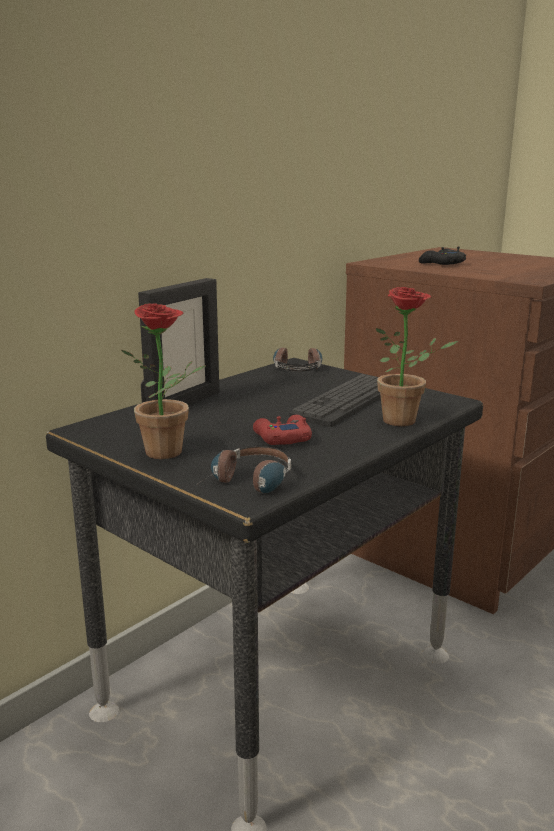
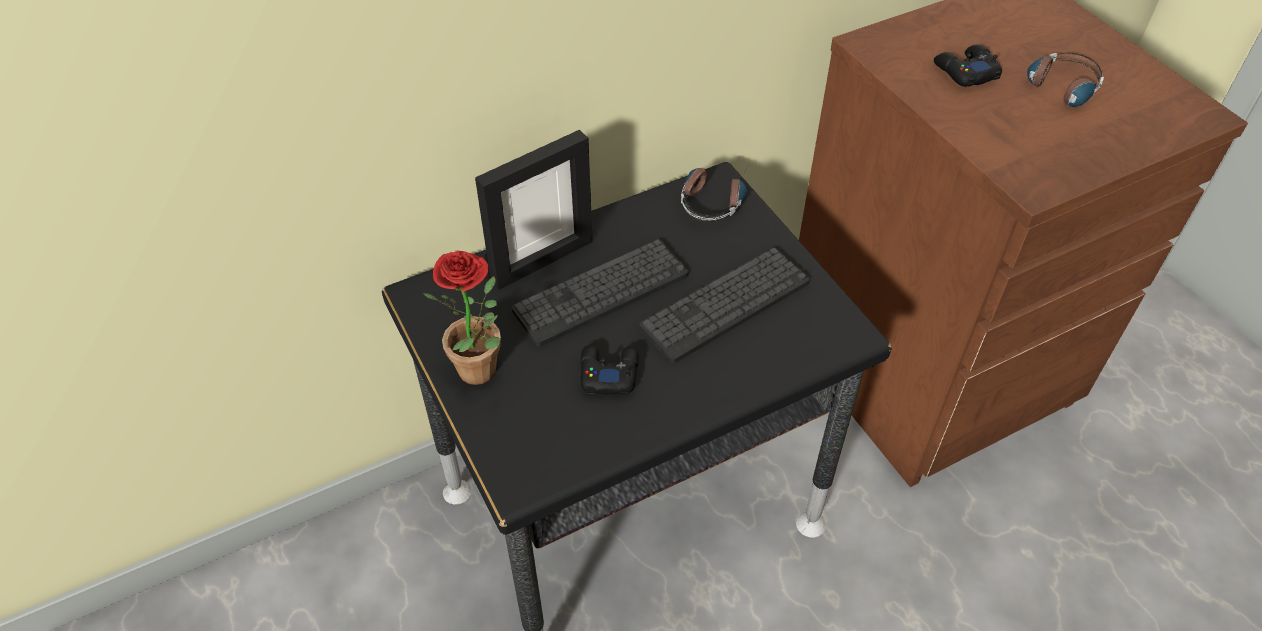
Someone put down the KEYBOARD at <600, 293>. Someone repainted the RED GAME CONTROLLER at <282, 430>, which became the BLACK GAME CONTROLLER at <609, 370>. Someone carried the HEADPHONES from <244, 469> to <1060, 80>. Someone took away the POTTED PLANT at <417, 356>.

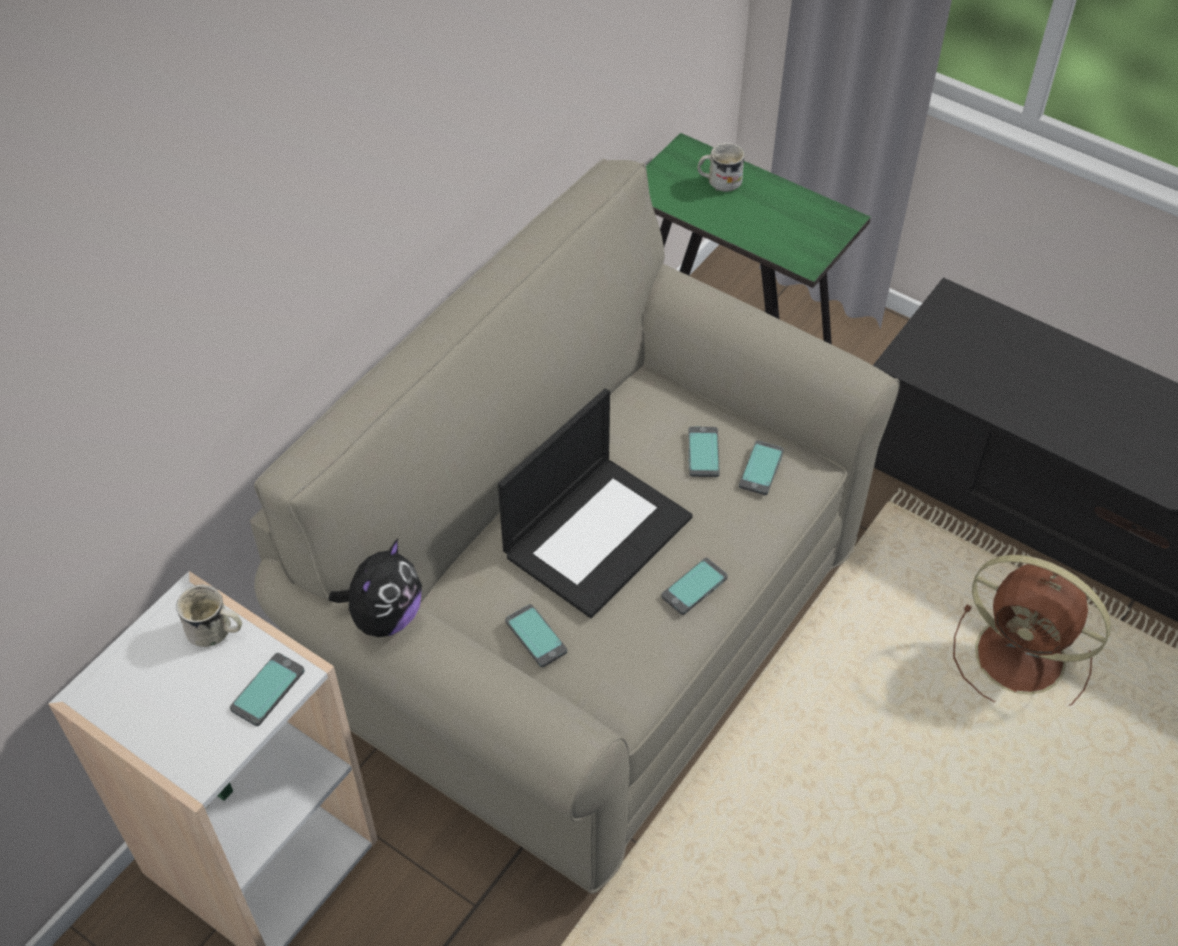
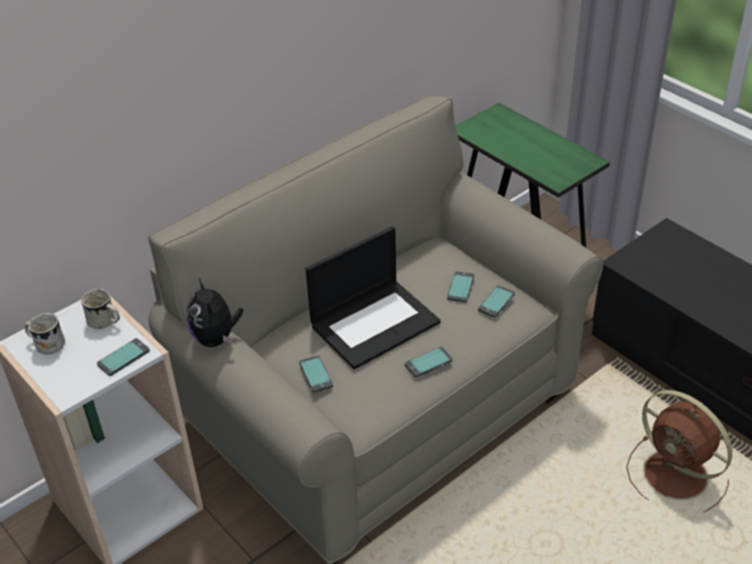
Someone carried the WHITE MUG from <721, 167> to <45, 333>. Someone rotated the PLUSH TOY at <375, 588> by 120 degrees clockwise.

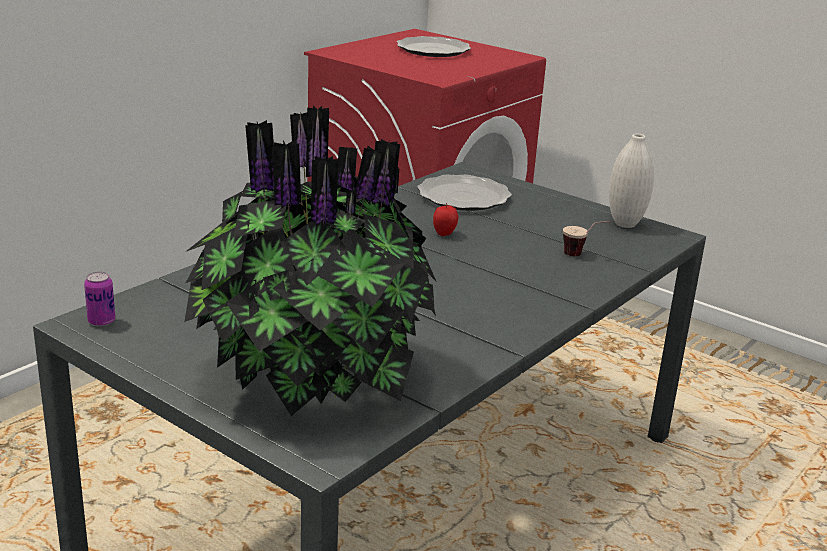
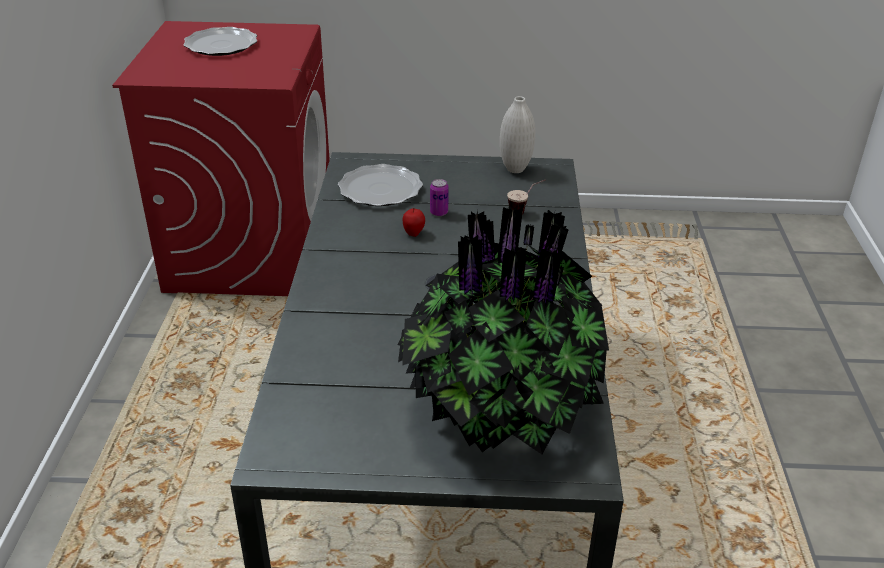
Someone carried the CAN from <99, 299> to <439, 197>.

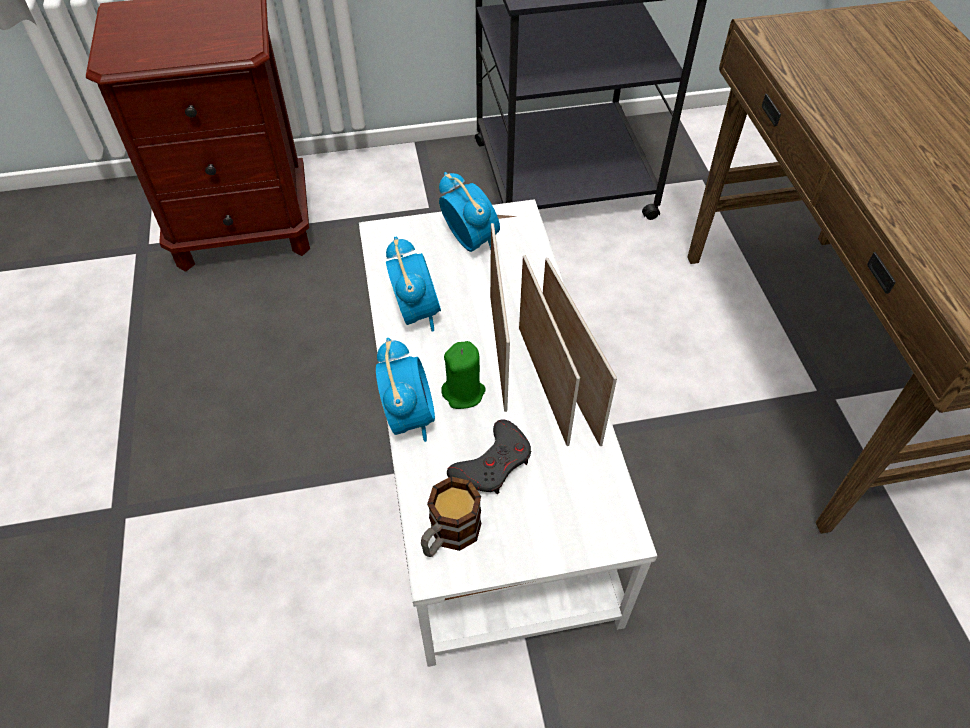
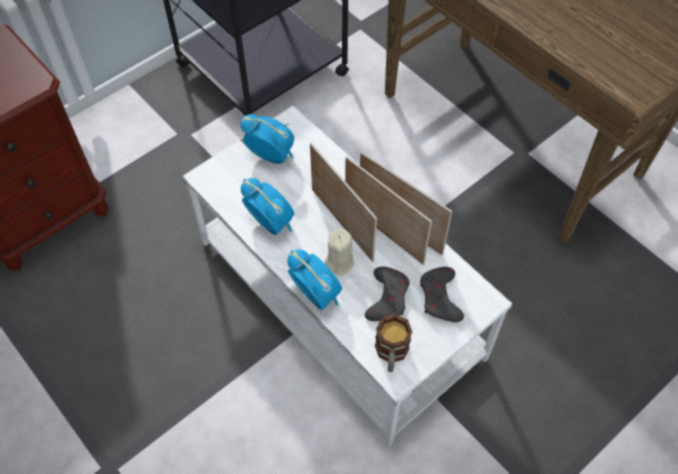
Someone repainted the GREEN CANDLE at <463, 375>, which became the BEIGE CANDLE at <339, 252>. Someone put down the GREY GAME CONTROLLER at <442, 294>.

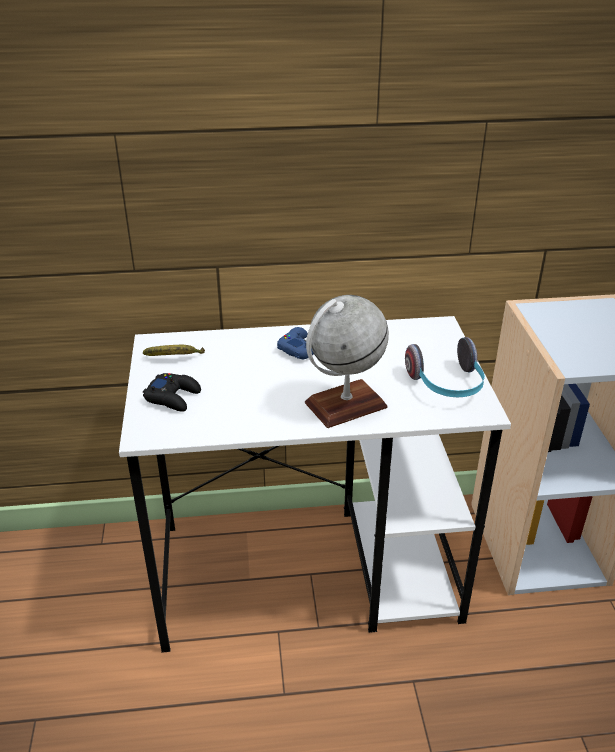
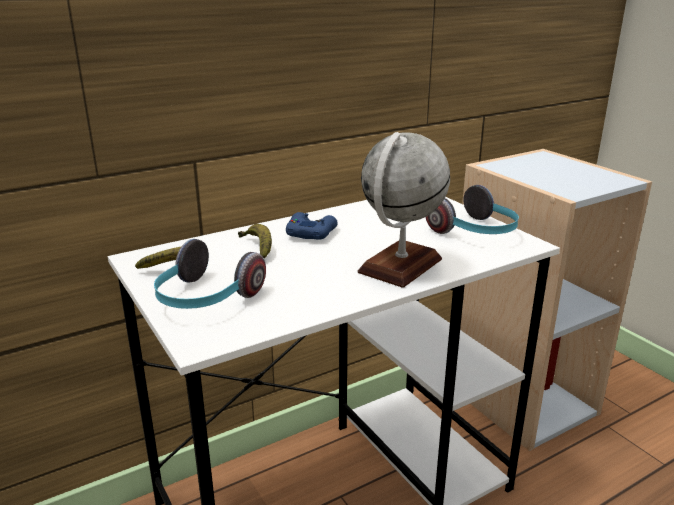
Someone swapped the BLACK GAME CONTROLLER at <172, 392> for the HEADPHONES at <210, 274>. Someone put down the BANANA at <255, 241>.

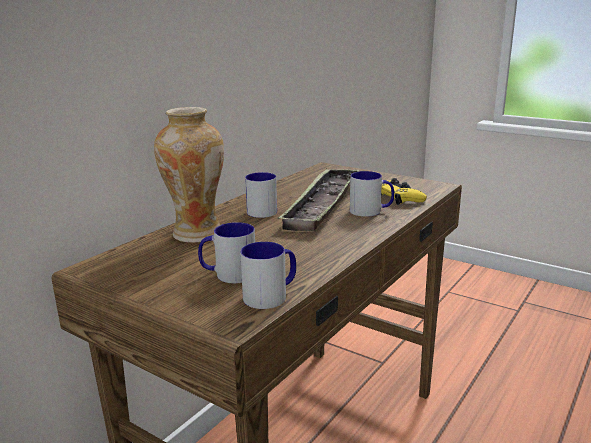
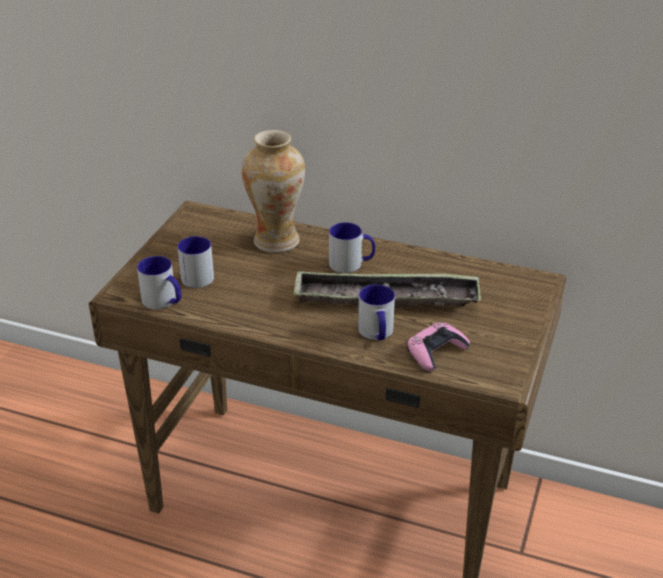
Someone repainted the YELLOW GAME CONTROLLER at <404, 191>, which became the PINK GAME CONTROLLER at <438, 346>.

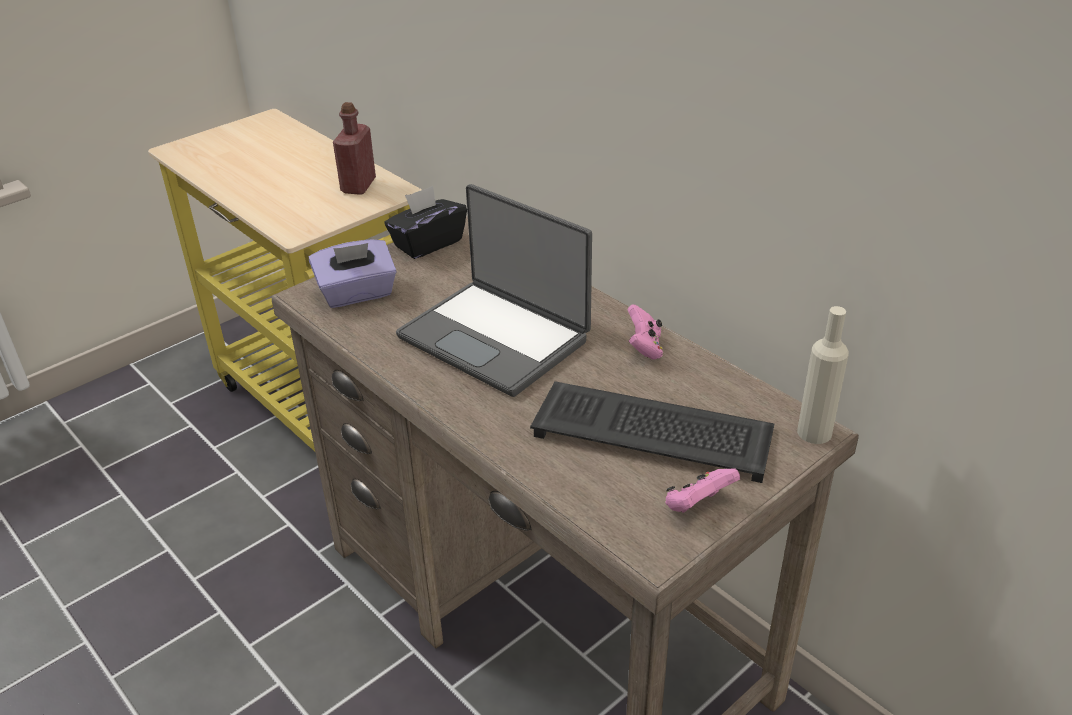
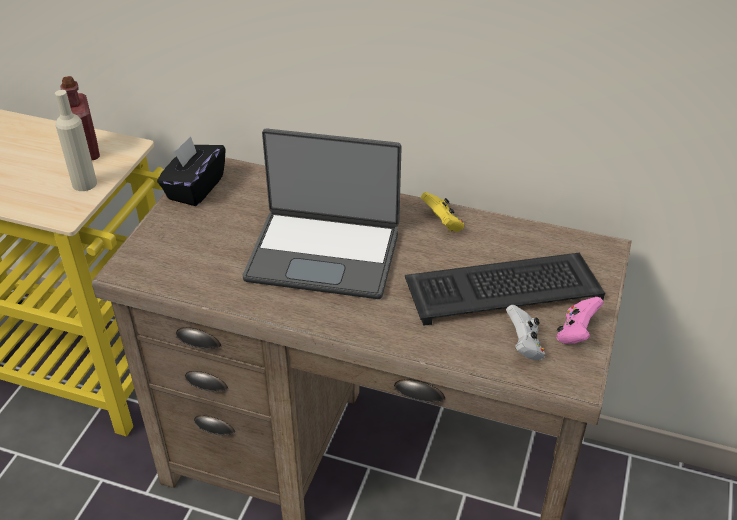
Someone carried the BEIGE BOTTLE from <823, 375> to <76, 140>. Someone repainted the PINK GAME CONTROLLER at <645, 332>, which became the YELLOW GAME CONTROLLER at <442, 212>. Someone put down the WHITE GAME CONTROLLER at <525, 332>. Someone took away the PURPLE TISSUE BOX at <353, 273>.

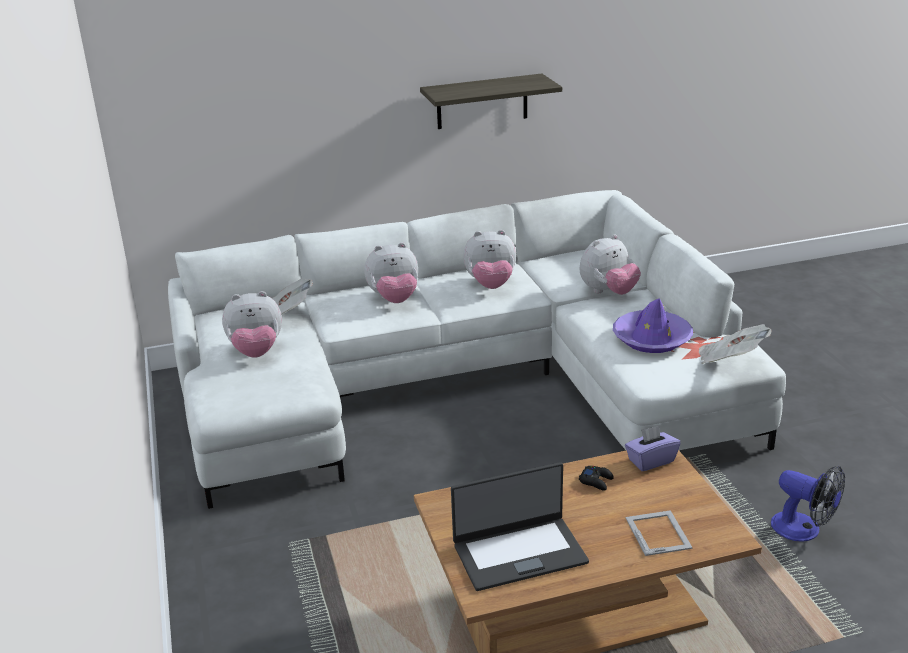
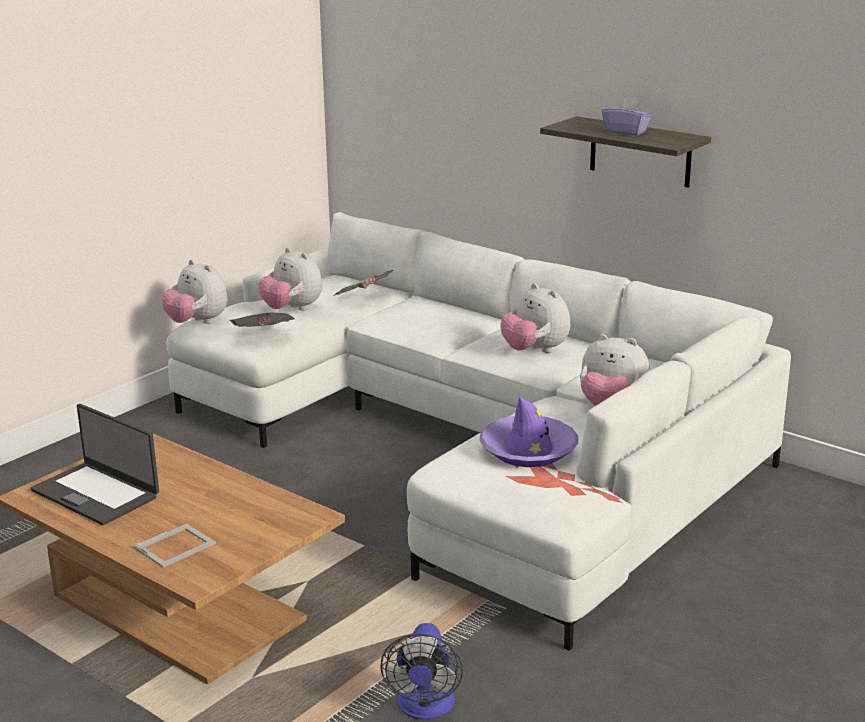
Someone carried the PLUSH TOY from <391, 272> to <194, 292>. Someone carried the NEWSPAPER from <735, 344> to <262, 320>. Someone carried the PURPLE TISSUE BOX from <653, 448> to <626, 116>. Someone took away the BLACK GAME CONTROLLER at <596, 478>.

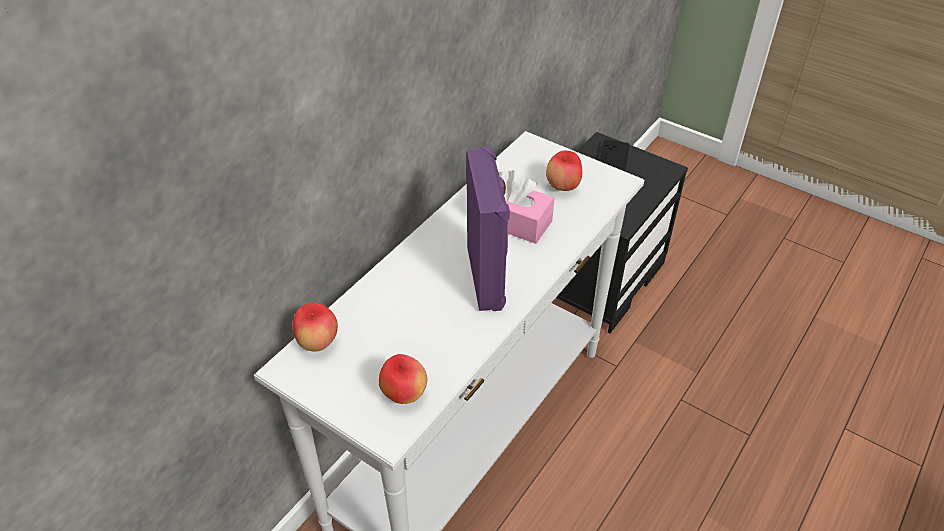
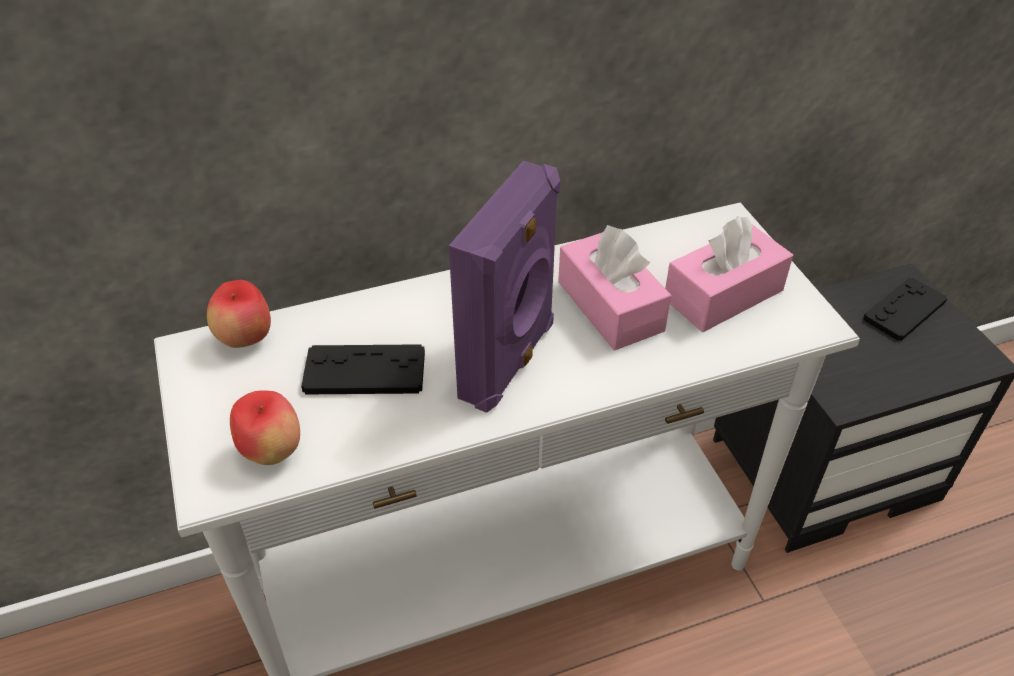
Someone put down the BLACK GAME CONTROLLER at <363, 369>. Someone swapped the APPLE at <564, 170> for the PINK TISSUE BOX at <729, 274>.

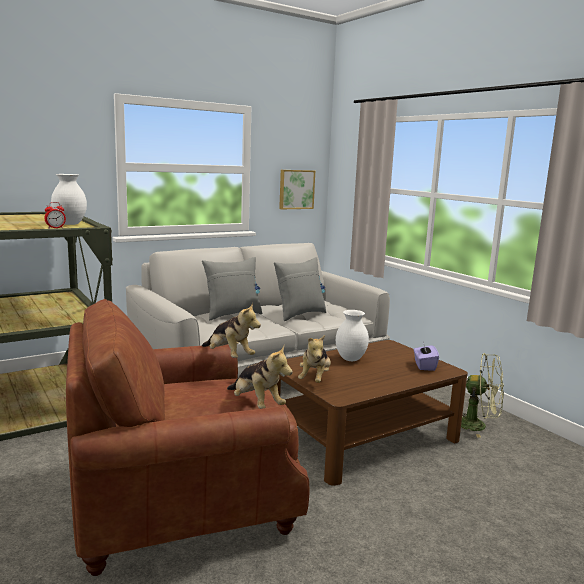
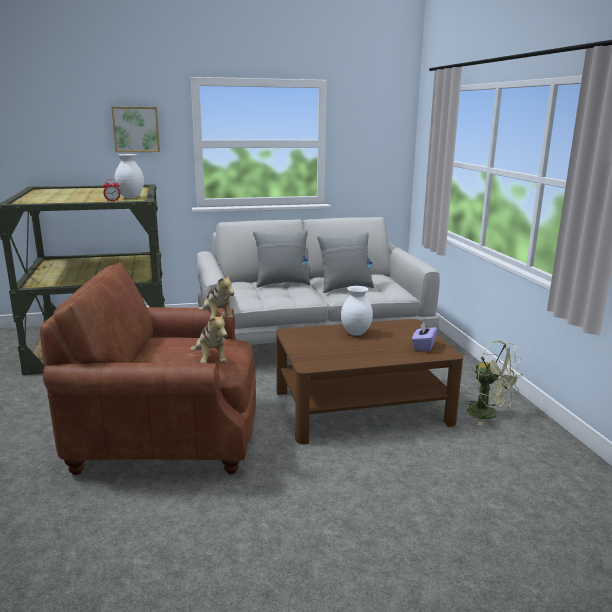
Someone carried the PICTURE from <297, 189> to <135, 129>. Someone took away the PLUSH TOY at <314, 359>.

